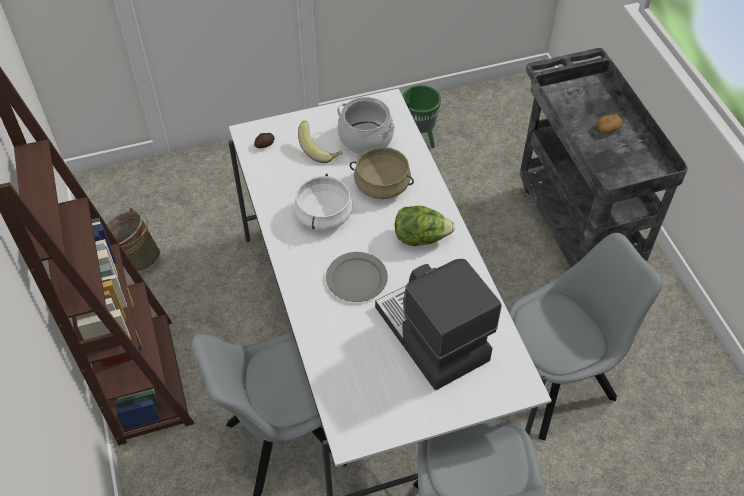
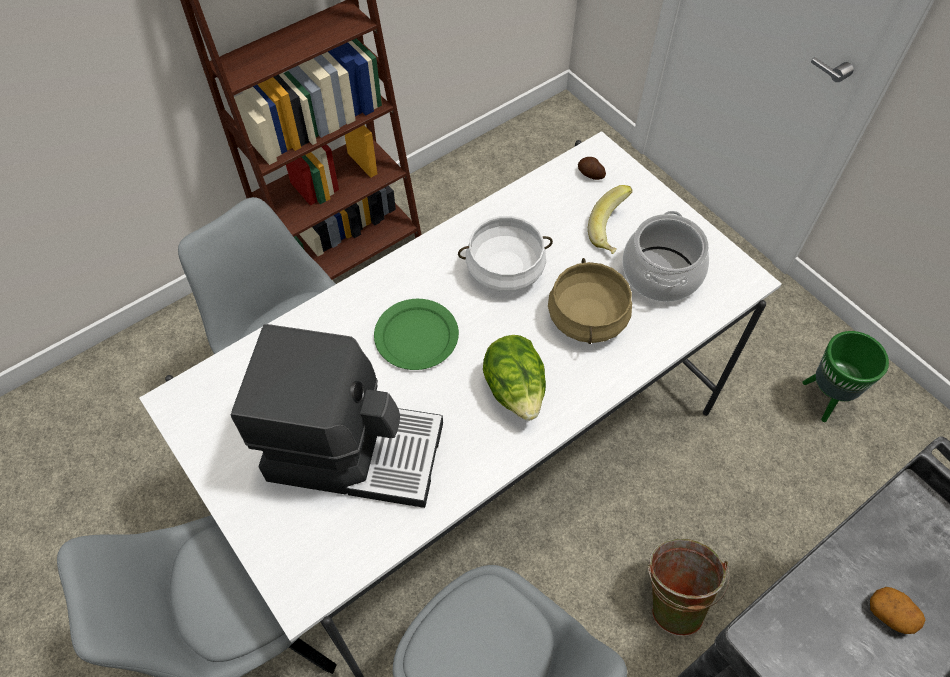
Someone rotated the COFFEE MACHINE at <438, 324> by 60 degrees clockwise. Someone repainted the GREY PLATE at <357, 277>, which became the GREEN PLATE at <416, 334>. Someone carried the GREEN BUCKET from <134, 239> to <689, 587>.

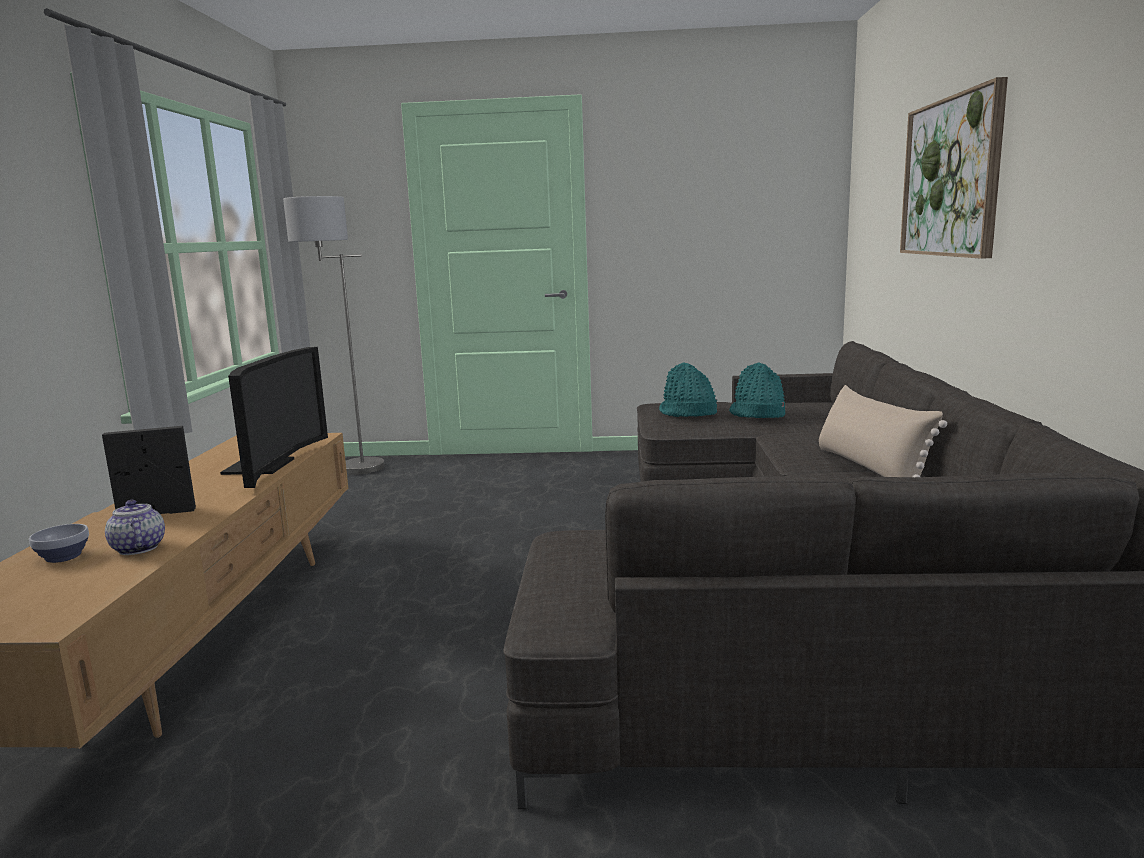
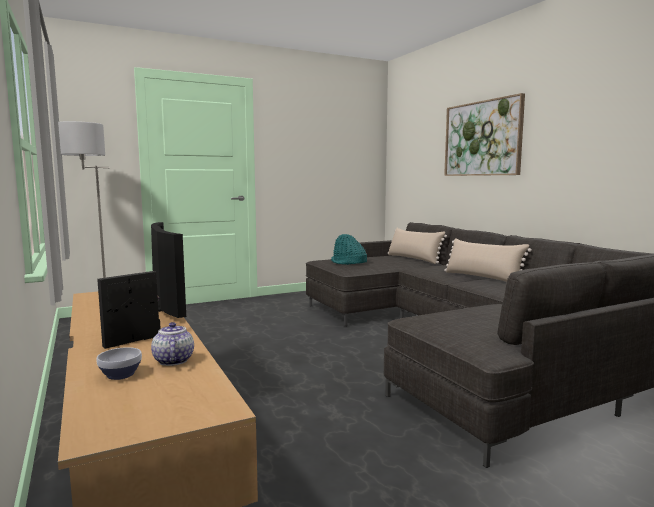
Someone rotated the TEAPOT at <135, 527> by 45 degrees clockwise. Someone put down the BEIGE PILLOW at <417, 246>. Someone took away the TURQUOISE HAT at <757, 390>.

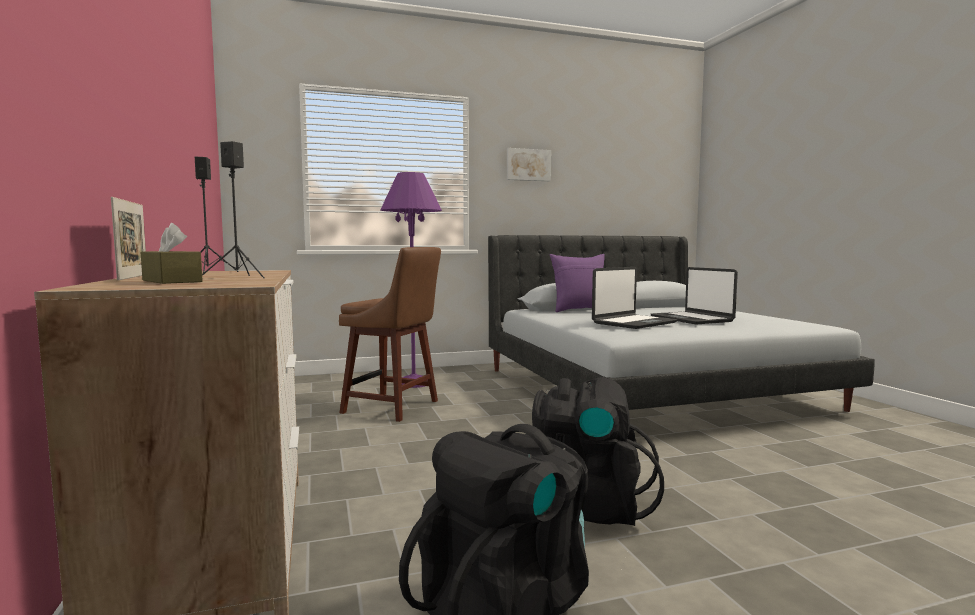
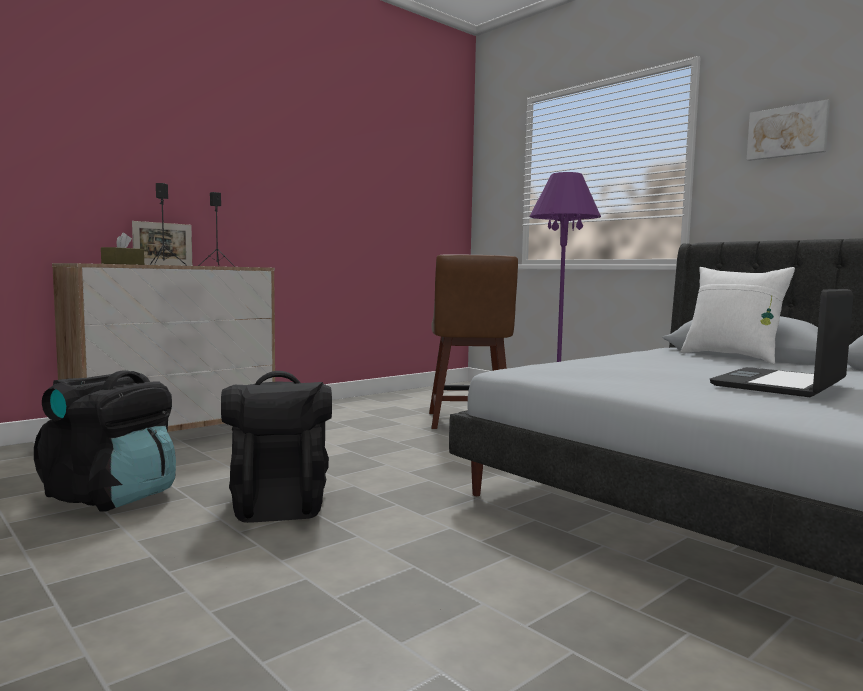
Someone repainted the PURPLE PILLOW at <577, 283>, which became the WHITE PILLOW at <738, 315>. Someone took away the LAPTOP at <635, 298>.

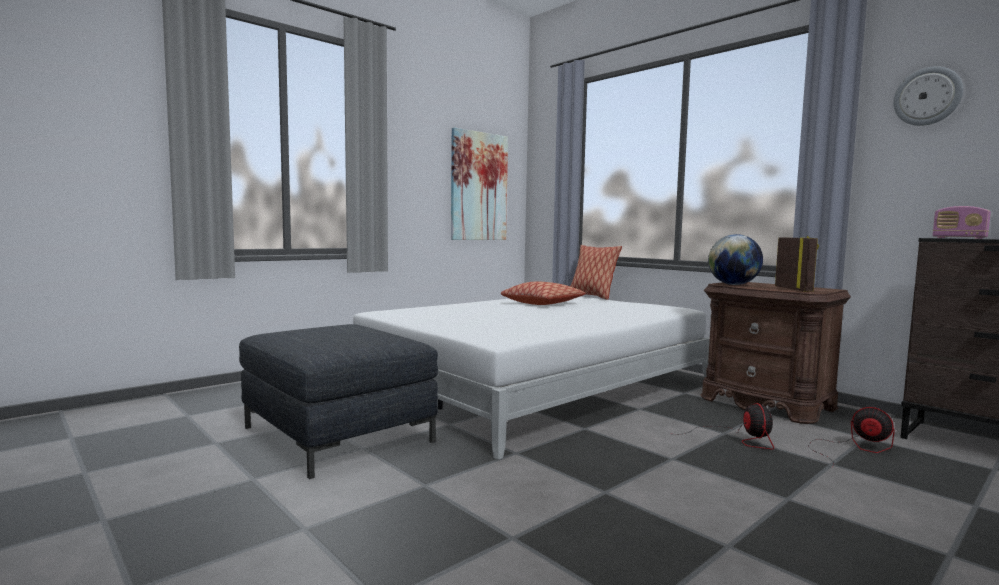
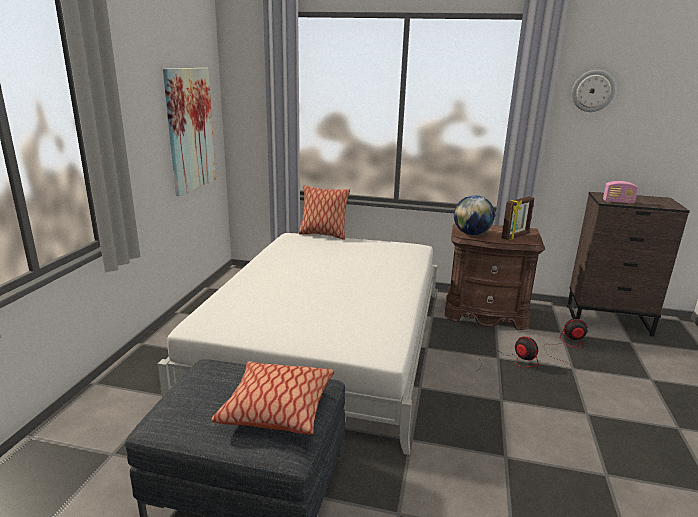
Someone carried the PILLOW from <543, 293> to <273, 398>. Someone rotated the PICTURE FRAME at <797, 263> by 90 degrees clockwise.

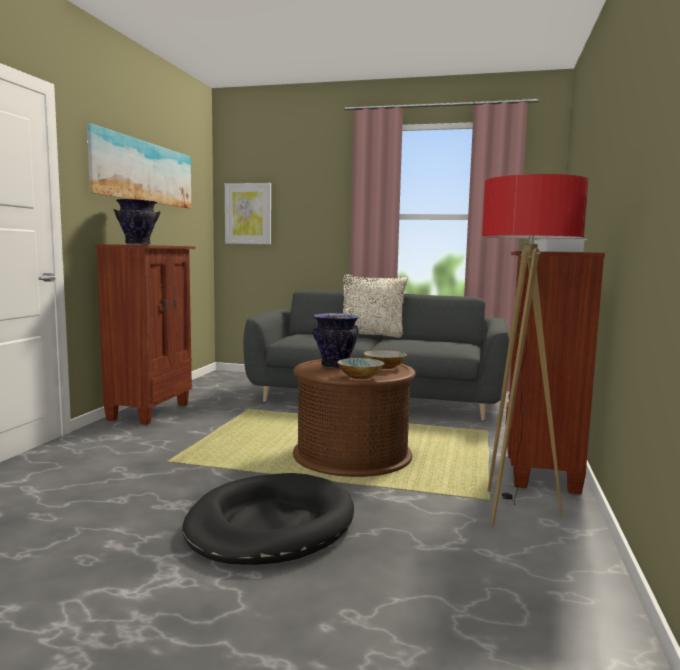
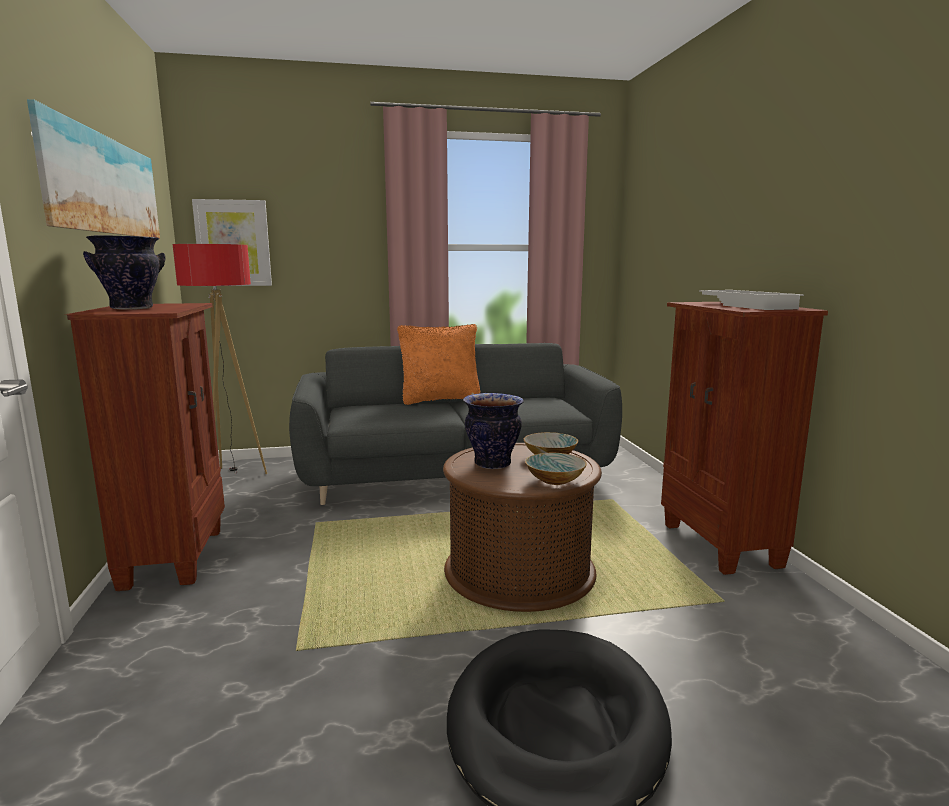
Someone carried the FLOOR LAMP from <535, 350> to <220, 359>. Someone repainted the BEIGE PILLOW at <375, 306>, which became the ORANGE PILLOW at <438, 364>.

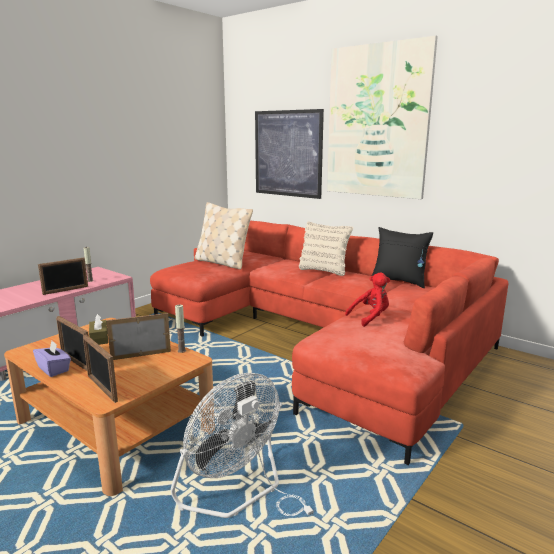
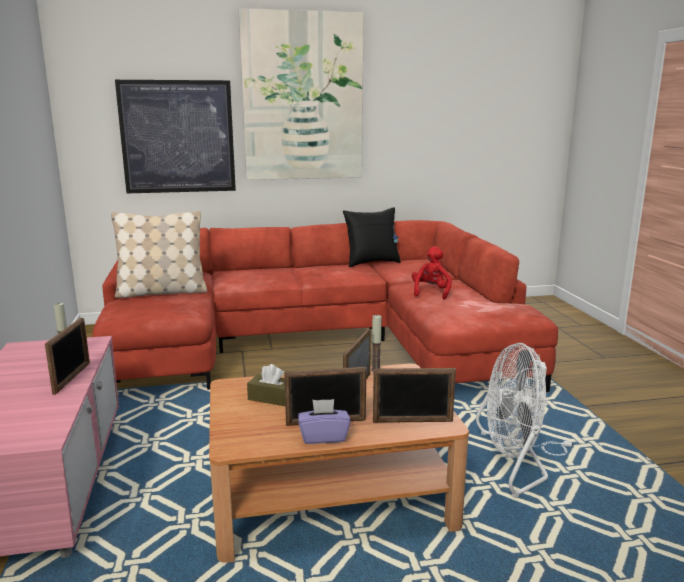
Someone took away the BEIGE PILLOW at <326, 248>.

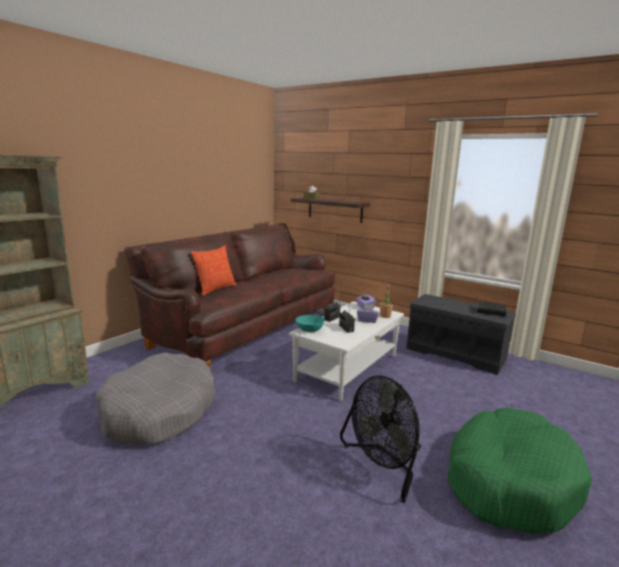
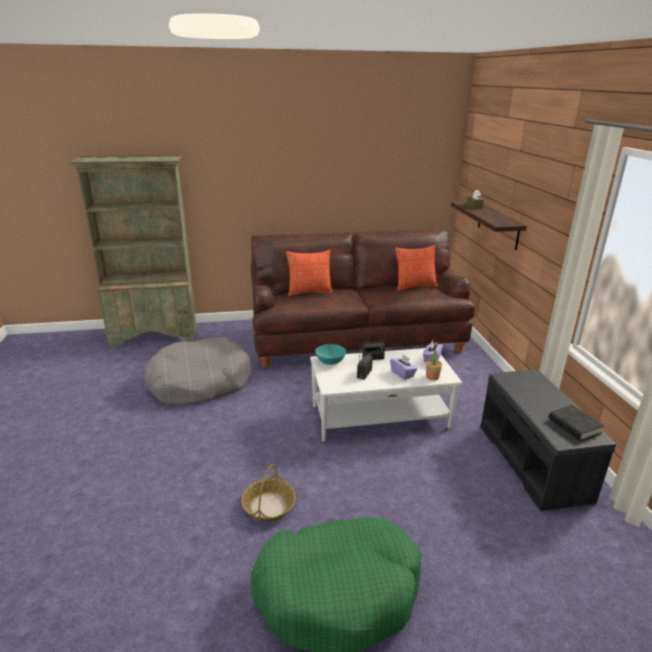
Someone swapped the BLACK FAN at <380, 439> for the BASKET at <268, 493>. Someone put down the ORANGE PILLOW at <416, 268>.

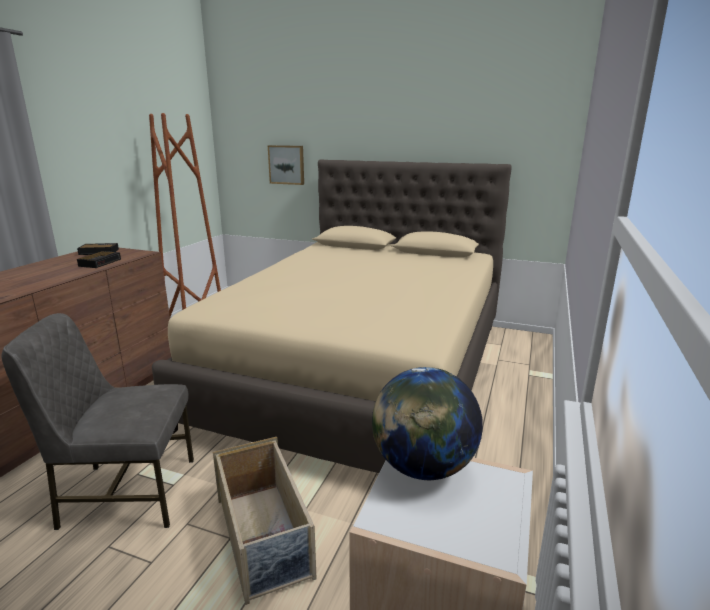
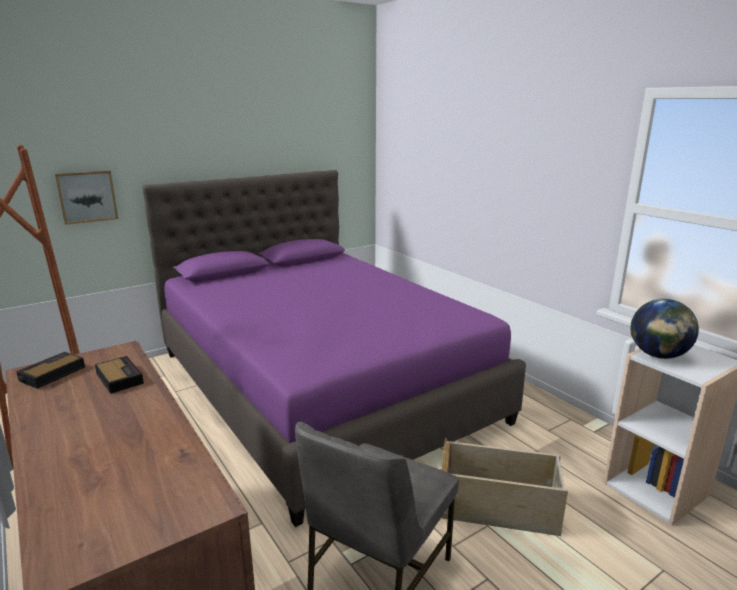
Someone repainted the BEIGE BED at <332, 316>, which became the PURPLE BED at <334, 348>.

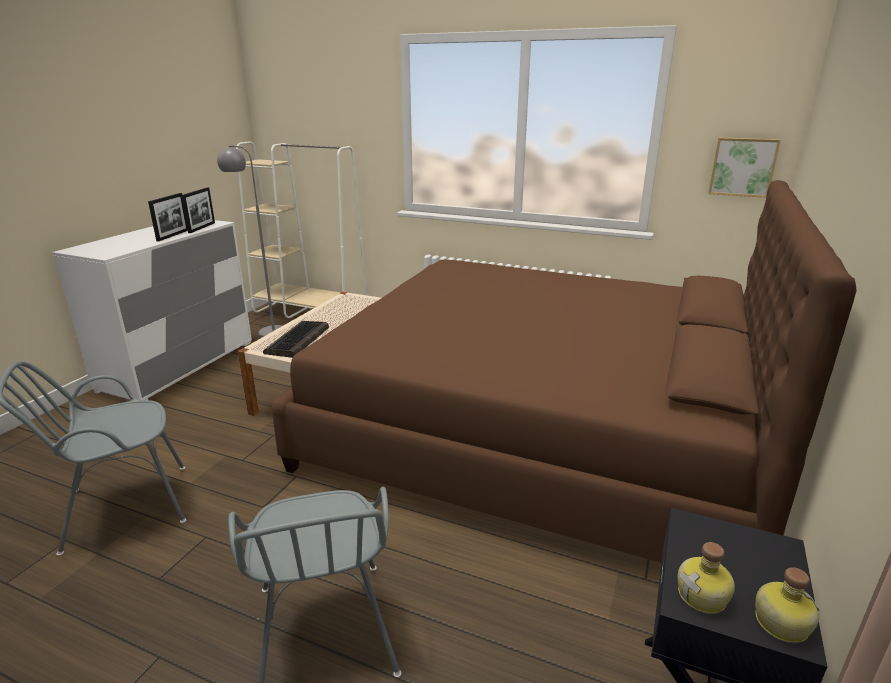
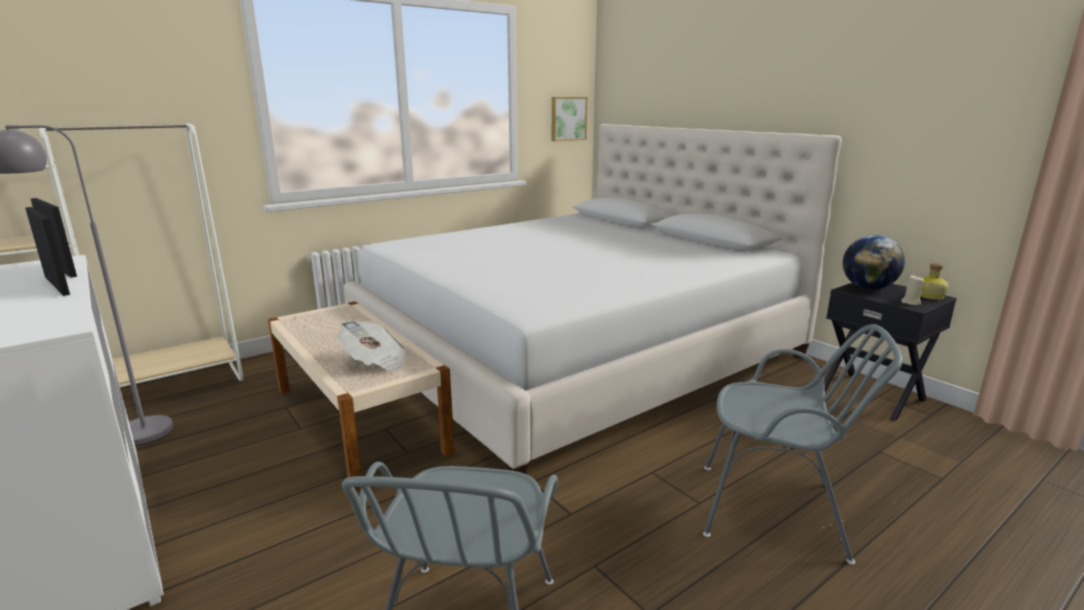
Someone swapped the KEYBOARD at <296, 339> for the NEWSPAPER at <372, 346>. Someone repainted the BROWN BED at <564, 371>, which became the WHITE BED at <593, 299>. Someone put down the GLOBE at <874, 262>. Someone swapped the BOTTLE at <706, 578> for the BEIGE CANDLE at <912, 290>.

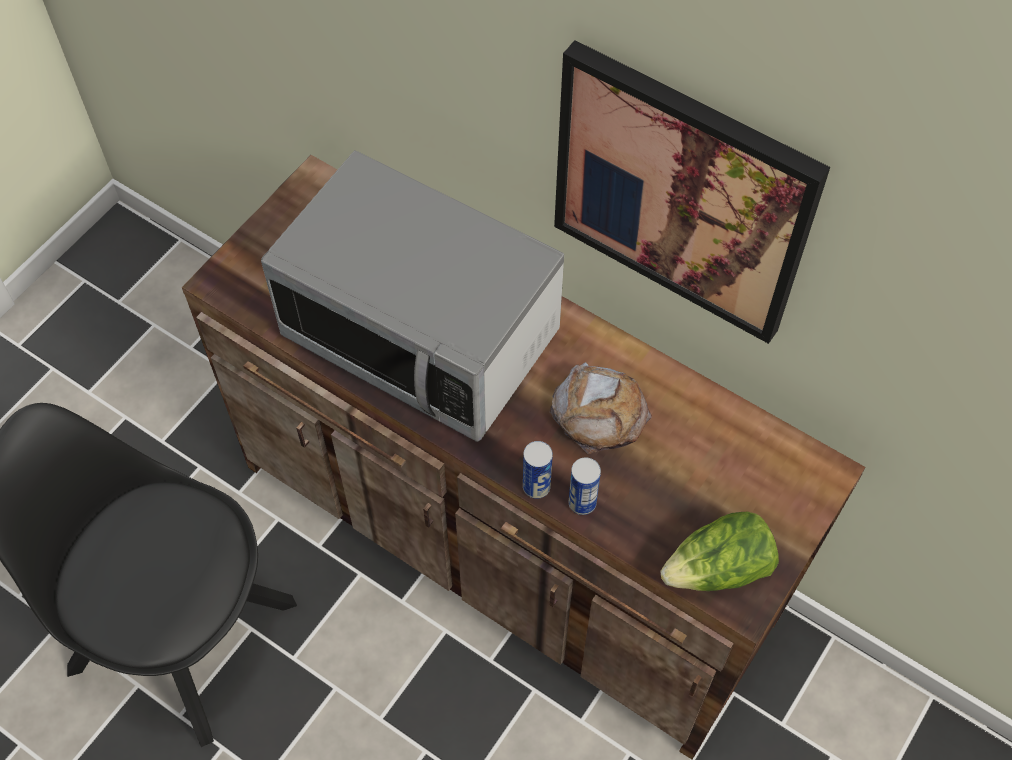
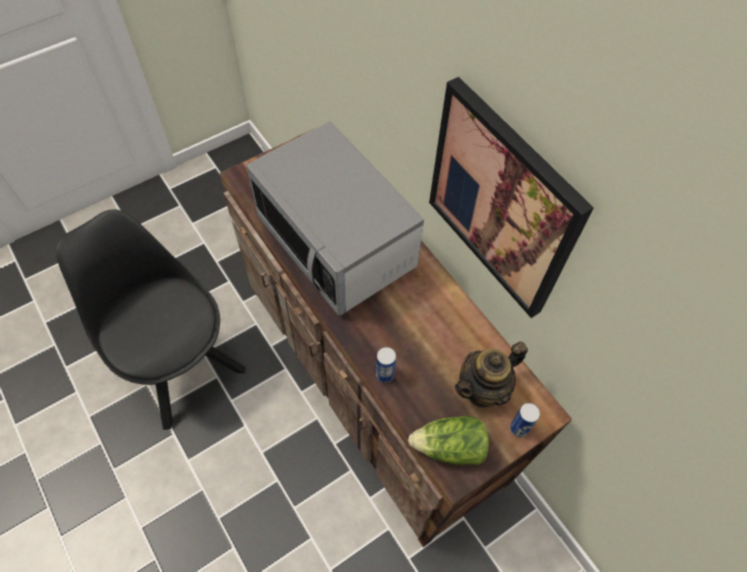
Someone put down the TEAPOT at <491, 375>. Someone carried the CAN from <538, 470> to <525, 420>. Someone took away the BREAD at <601, 408>.

